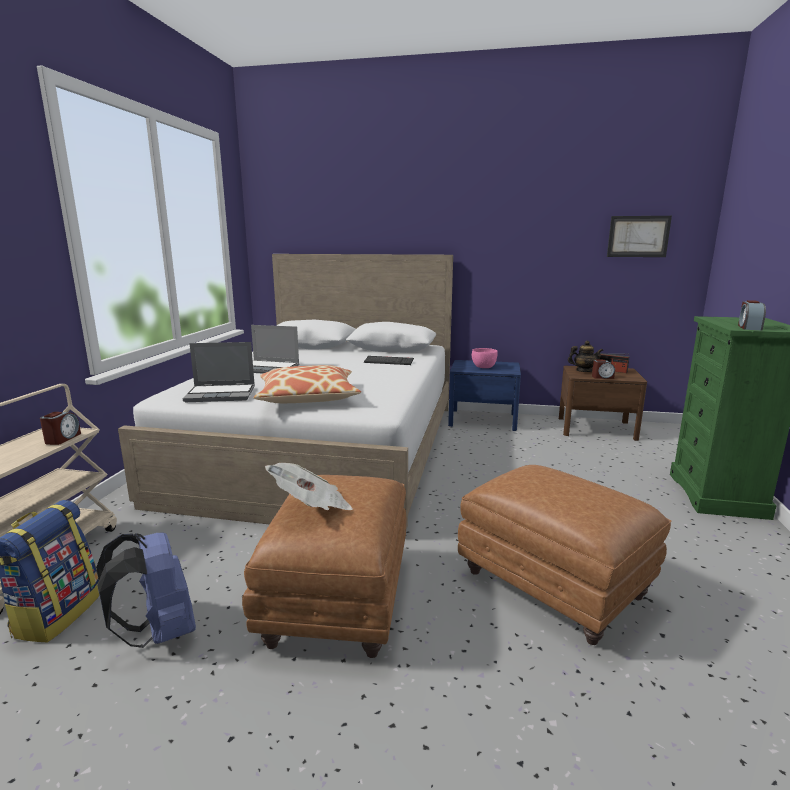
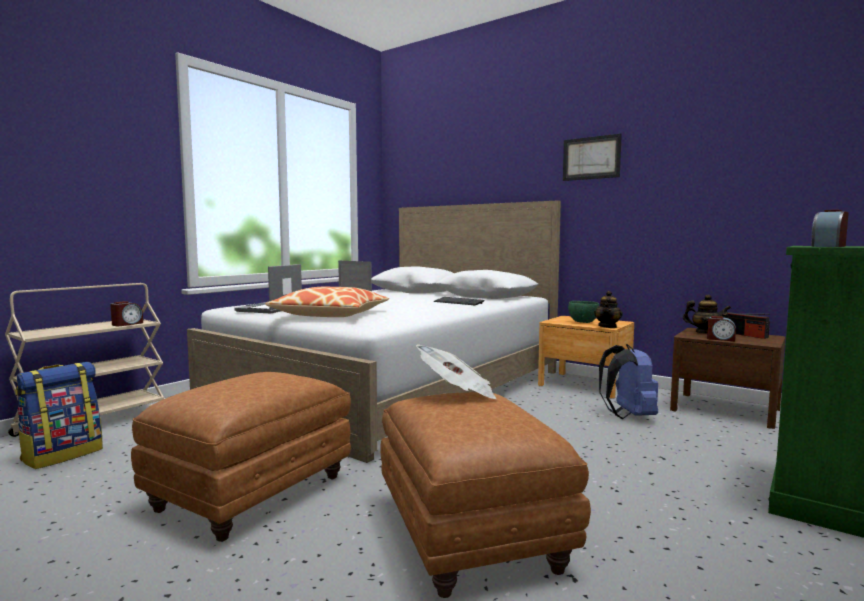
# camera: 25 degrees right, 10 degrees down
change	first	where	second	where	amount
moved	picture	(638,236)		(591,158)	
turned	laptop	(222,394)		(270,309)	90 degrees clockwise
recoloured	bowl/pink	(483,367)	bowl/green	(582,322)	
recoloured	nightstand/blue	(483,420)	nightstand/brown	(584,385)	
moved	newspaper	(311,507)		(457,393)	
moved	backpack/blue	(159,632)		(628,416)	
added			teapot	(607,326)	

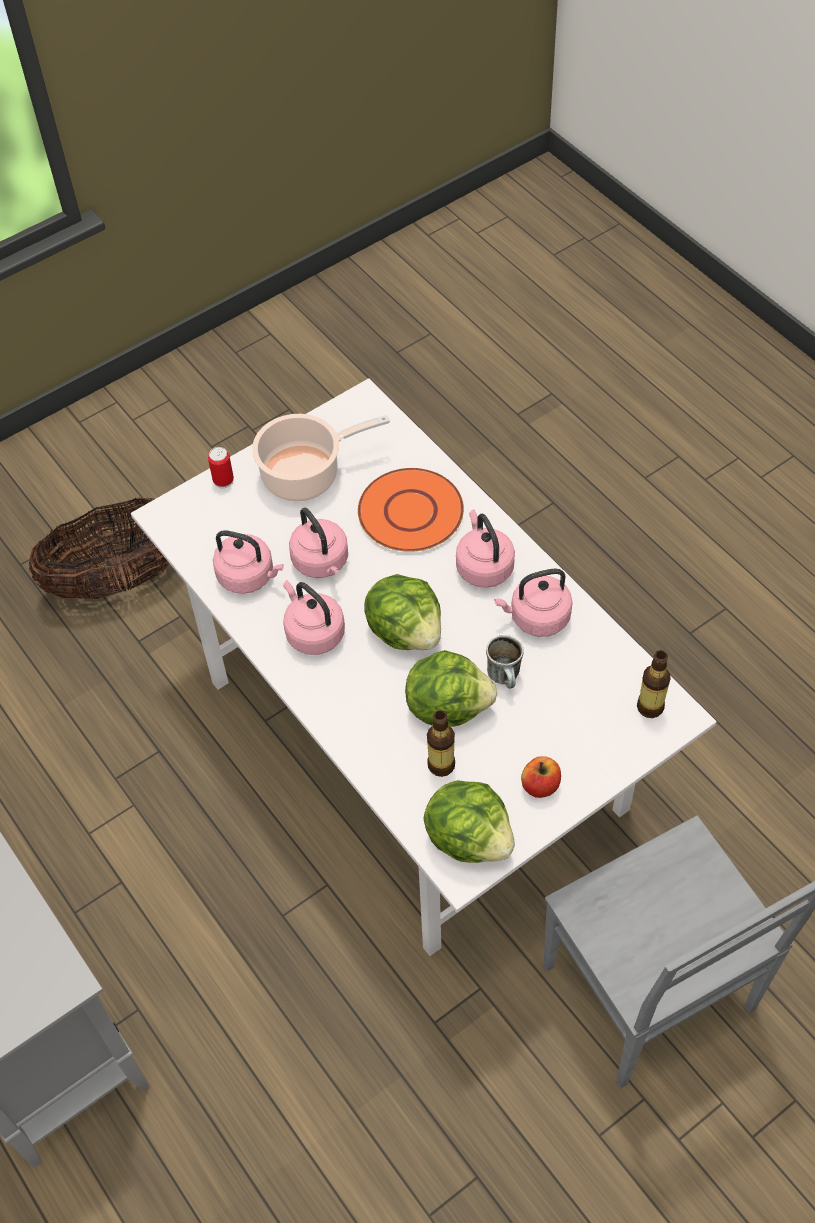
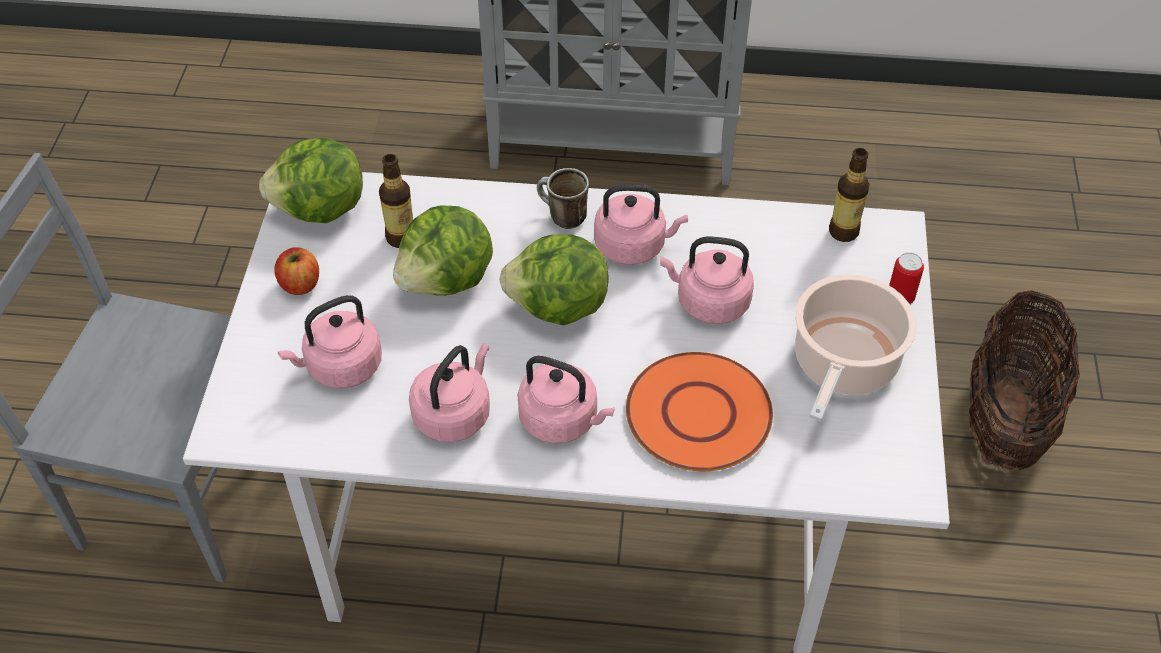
# camera: 130 degrees right, 5 degrees down
change	first	where	second	where	amount
moved	kettle/pink	(249,576)		(340,367)	
moved	mug	(506,678)		(561,217)	
moved	bottle	(650,707)		(843,231)	

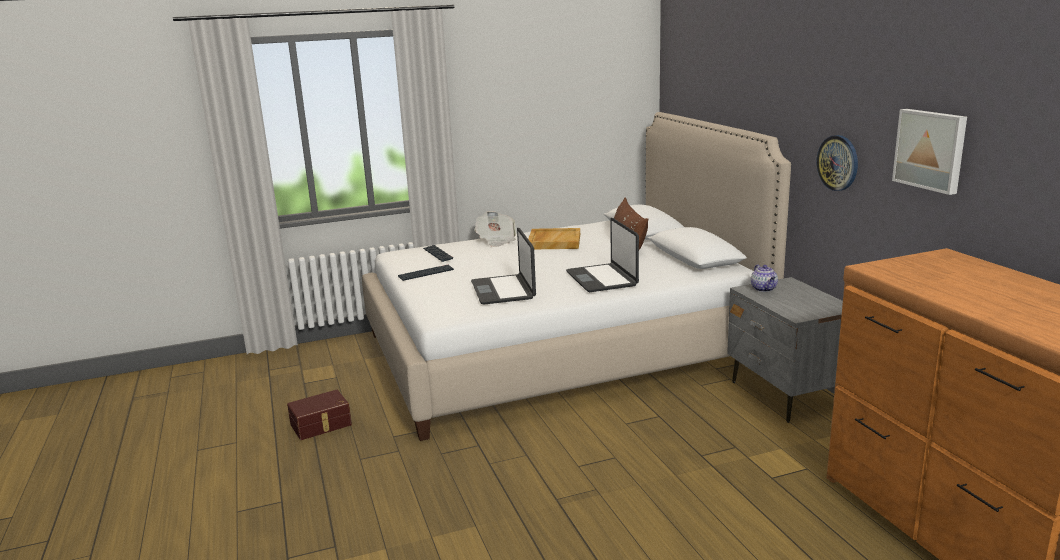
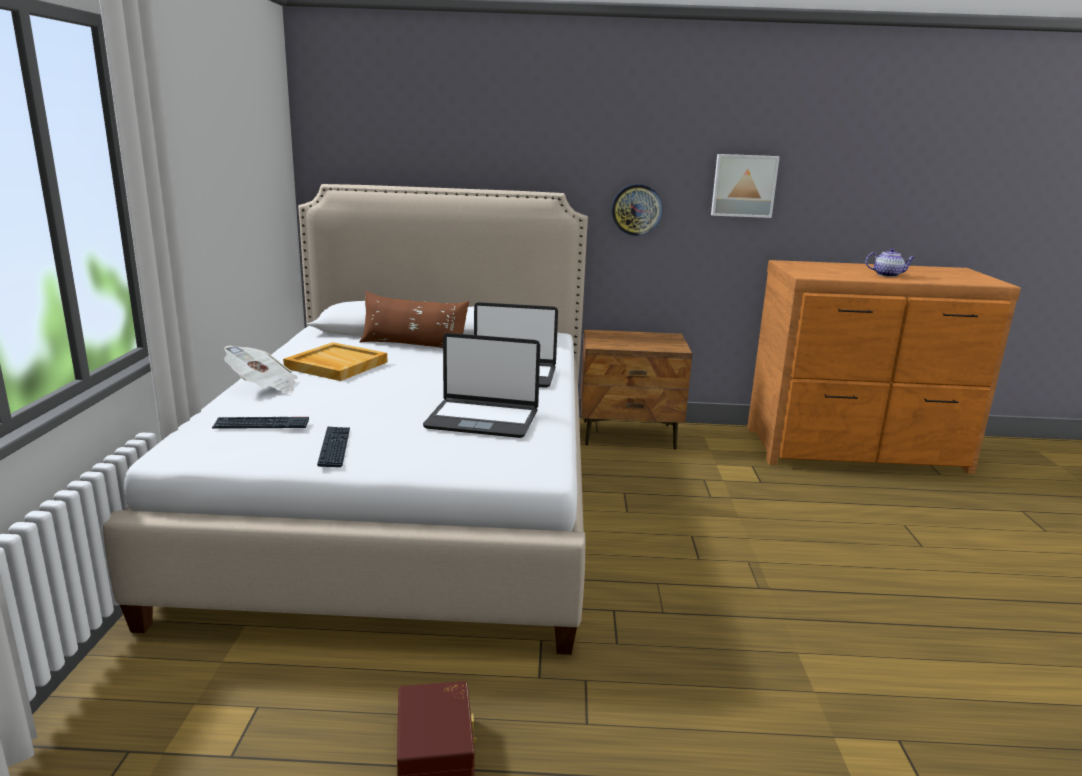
# camera: 70 degrees left, 0 degrees up
change	first	where	second	where	amount
moved	teapot	(764,289)		(887,275)	
recoloured	nightstand/grey	(786,395)	nightstand/brown	(629,435)	

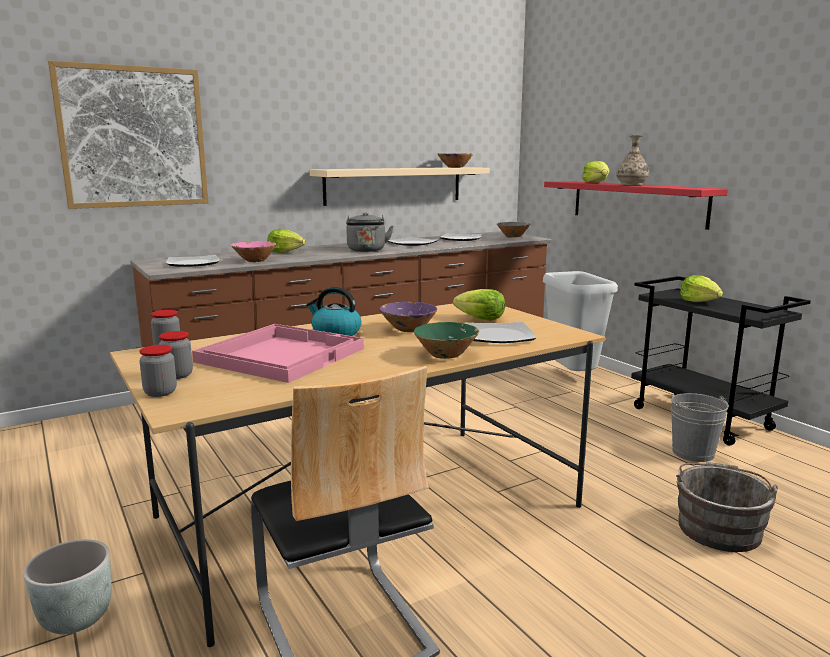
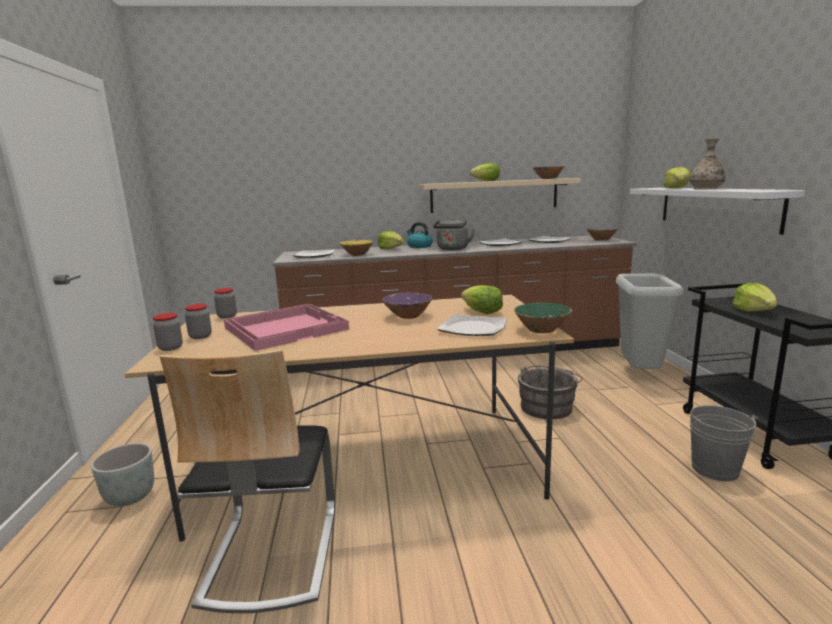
# camera: 25 degrees right, 0 degrees up
change	first	where	second	where	amount
removed	picture	(133,137)			
recoloured	shelf/red	(637,203)	shelf/white	(716,207)	
recoloured	bowl/pink	(255,260)	bowl/yellow	(357,255)	
moved	kettle	(335,333)		(419,246)	
moved	bowl/green	(445,355)		(542,330)	
moved	bucket/grey	(718,527)		(548,406)	
added			lettuce	(486,181)	

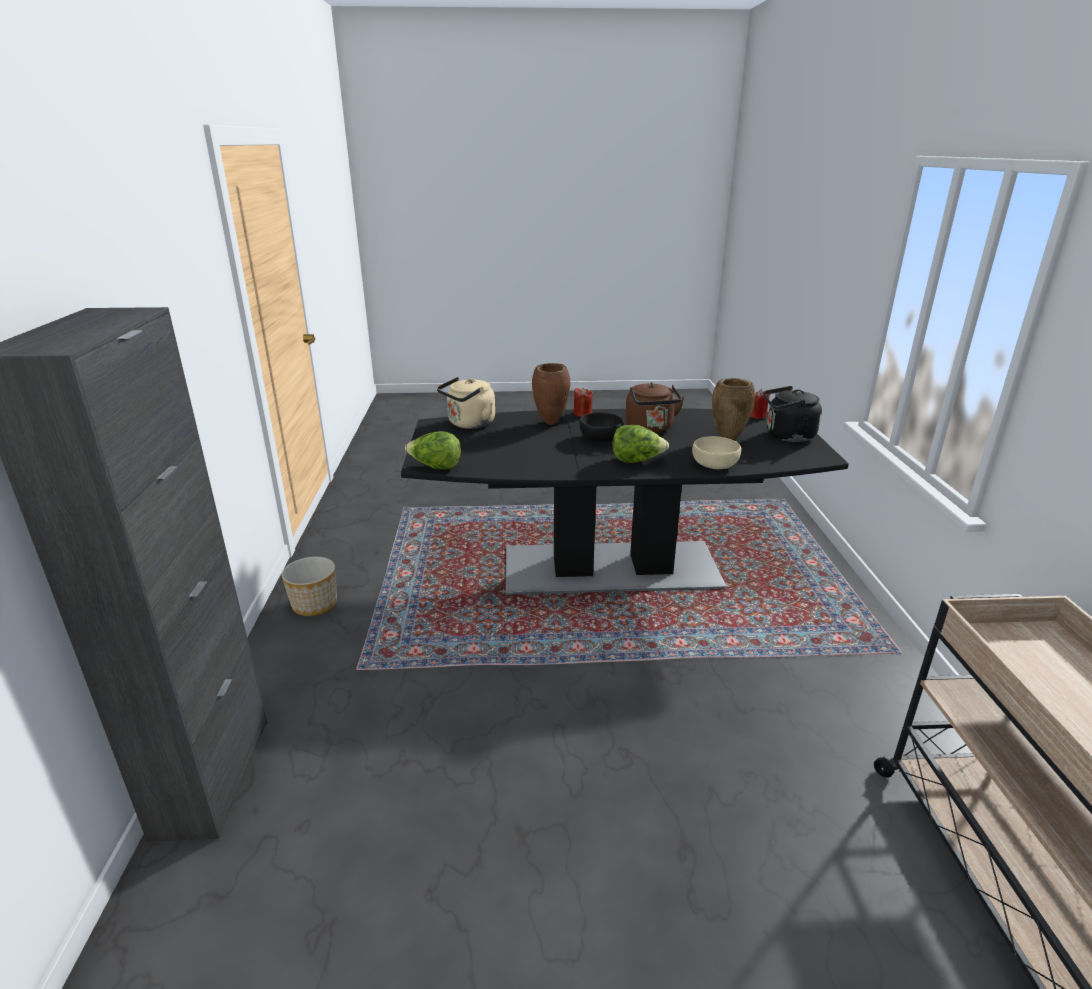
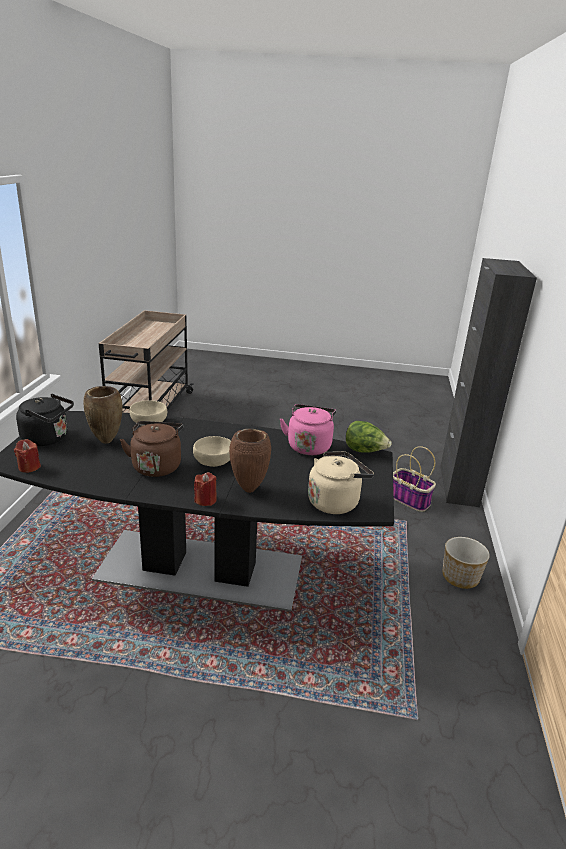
# camera: 170 degrees left, 0 degrees up
change	first	where	second	where	amount
recoloured	bowl/black	(600,438)	bowl/beige	(214,461)	
removed	lettuce	(637,461)			
added			kettle/pink	(309,446)	
added			basket	(410,500)	

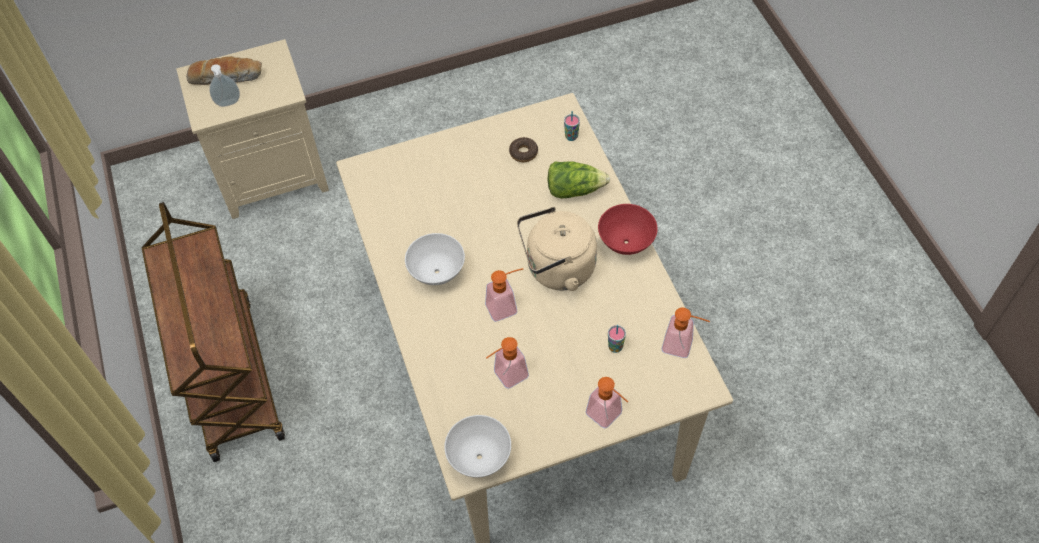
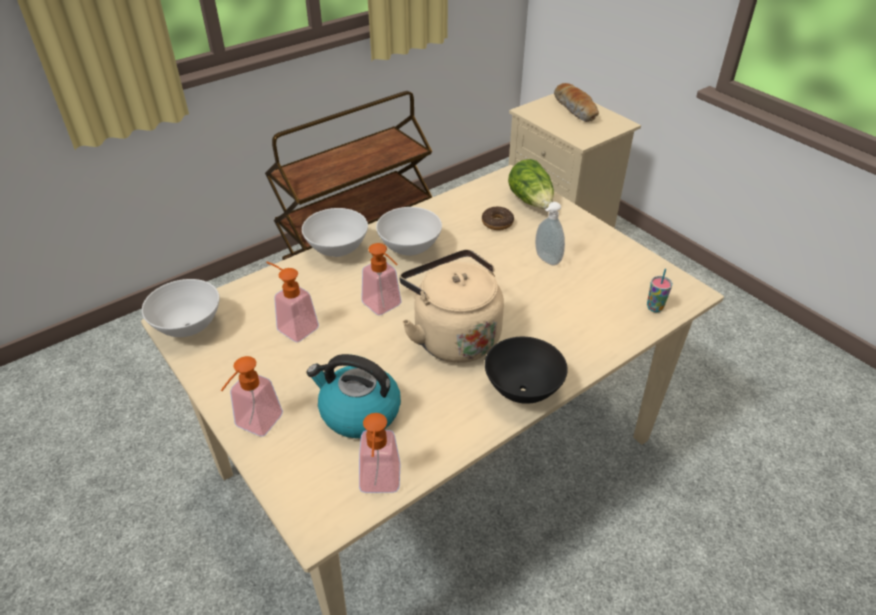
# camera: 70 degrees right, 15 degrees down
change	first	where	second	where	amount
moved	soap dispenser	(229,104)		(546,260)	
moved	donut	(523,153)		(497,223)	
moved	lettuce	(574,189)		(531,201)	
recoloured	bowl/red	(626,243)	bowl/black	(523,391)	
replaced	cup	(615,347)	kettle	(358,412)	
added			bowl/white	(338,250)	

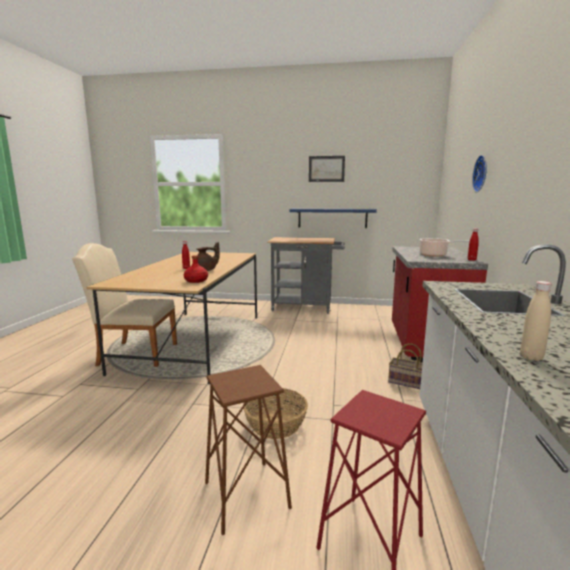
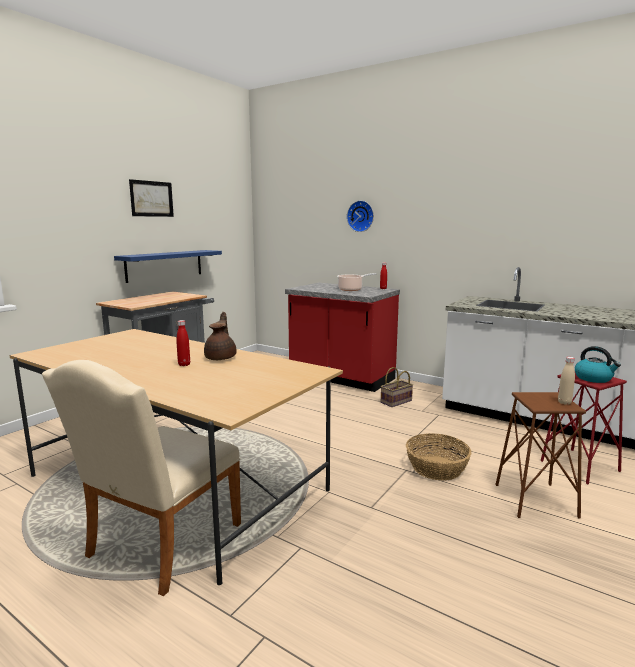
# camera: 65 degrees left, 0 degrees up
change	first	where	second	where	amount
removed	bottle/red	(196,281)			
moved	bottle/beige	(531,357)		(564,402)	
added			kettle	(594,378)	

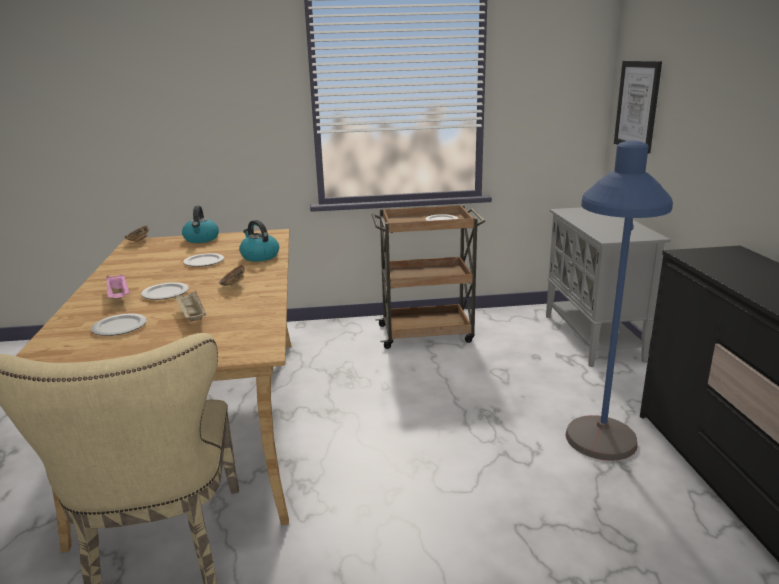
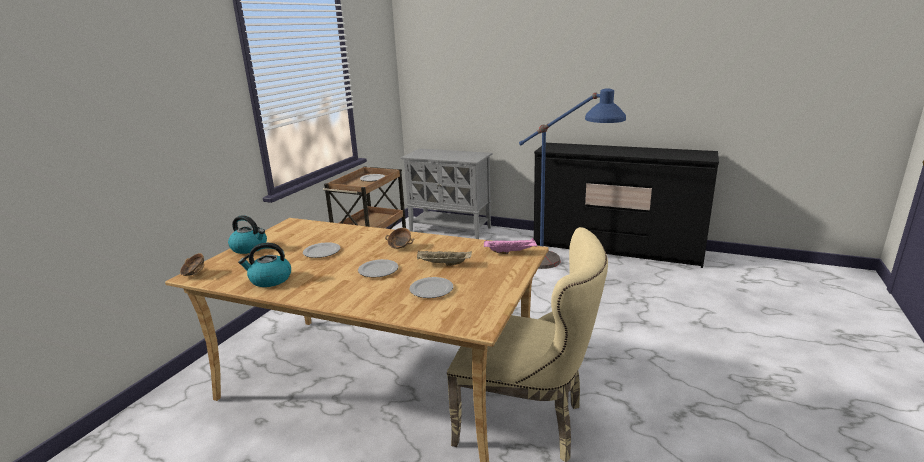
# camera: 60 degrees left, 0 degrees up
change	first	where	second	where	amount
removed	picture	(637,105)			
moved	kettle	(259,256)		(270,280)	
moved	tray/pink	(119,297)		(511,252)	

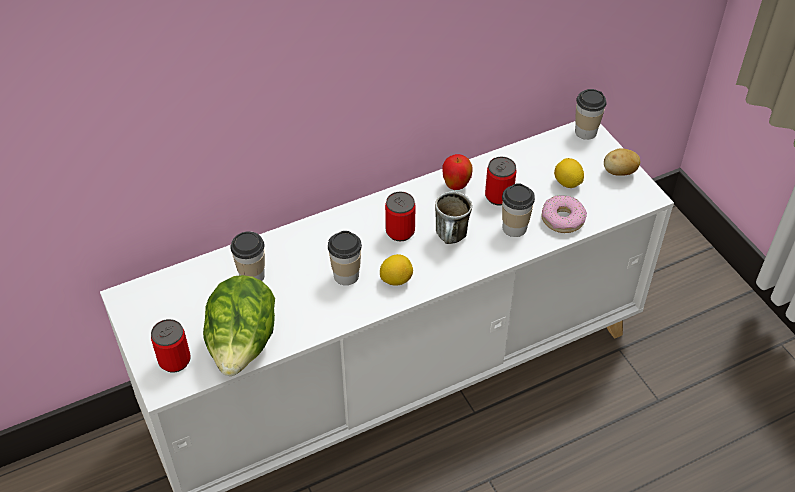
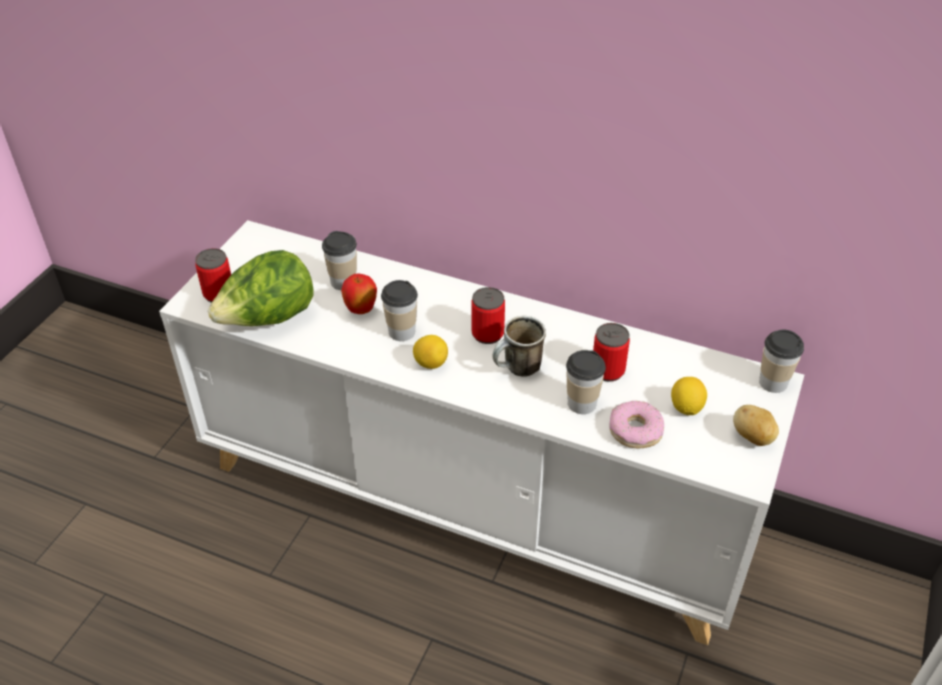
# camera: 50 degrees right, 5 degrees down
change	first	where	second	where	amount
moved	apple	(456,186)		(361,310)	

